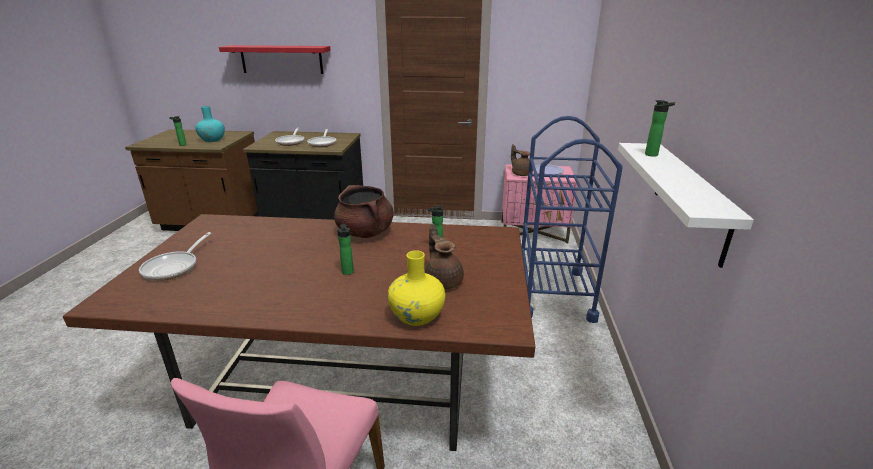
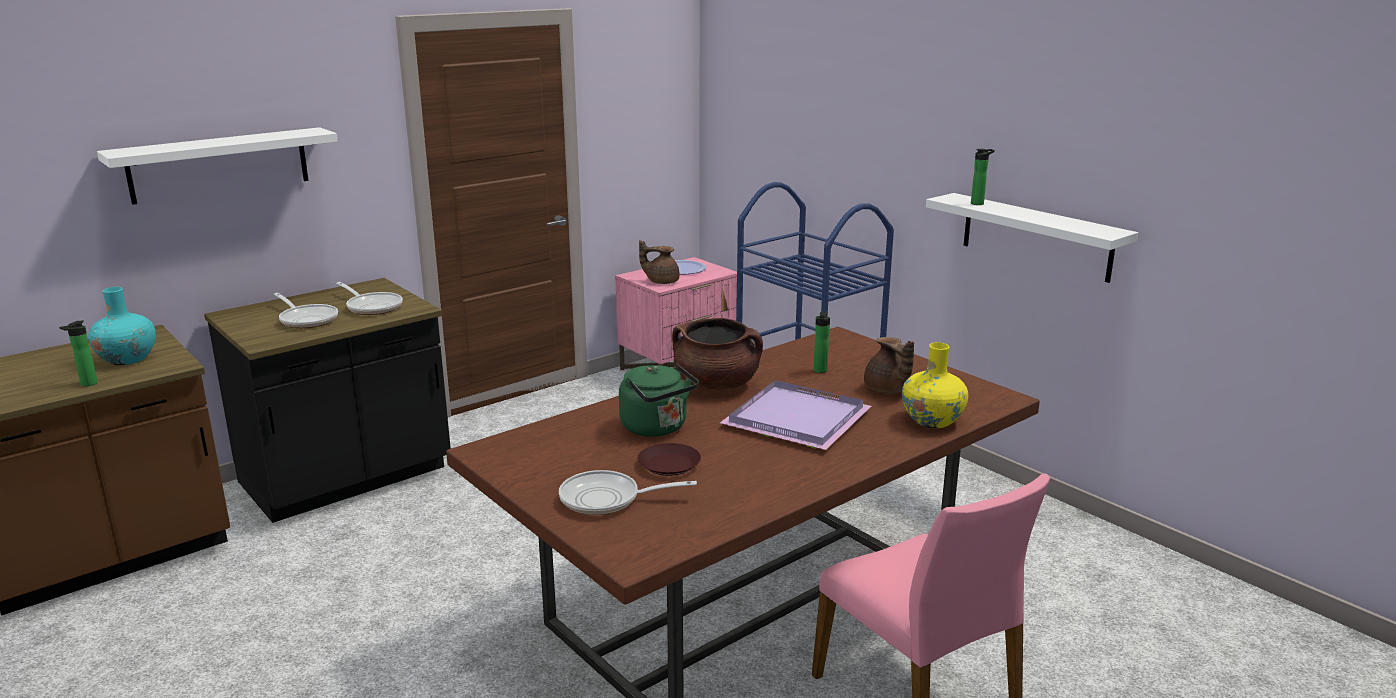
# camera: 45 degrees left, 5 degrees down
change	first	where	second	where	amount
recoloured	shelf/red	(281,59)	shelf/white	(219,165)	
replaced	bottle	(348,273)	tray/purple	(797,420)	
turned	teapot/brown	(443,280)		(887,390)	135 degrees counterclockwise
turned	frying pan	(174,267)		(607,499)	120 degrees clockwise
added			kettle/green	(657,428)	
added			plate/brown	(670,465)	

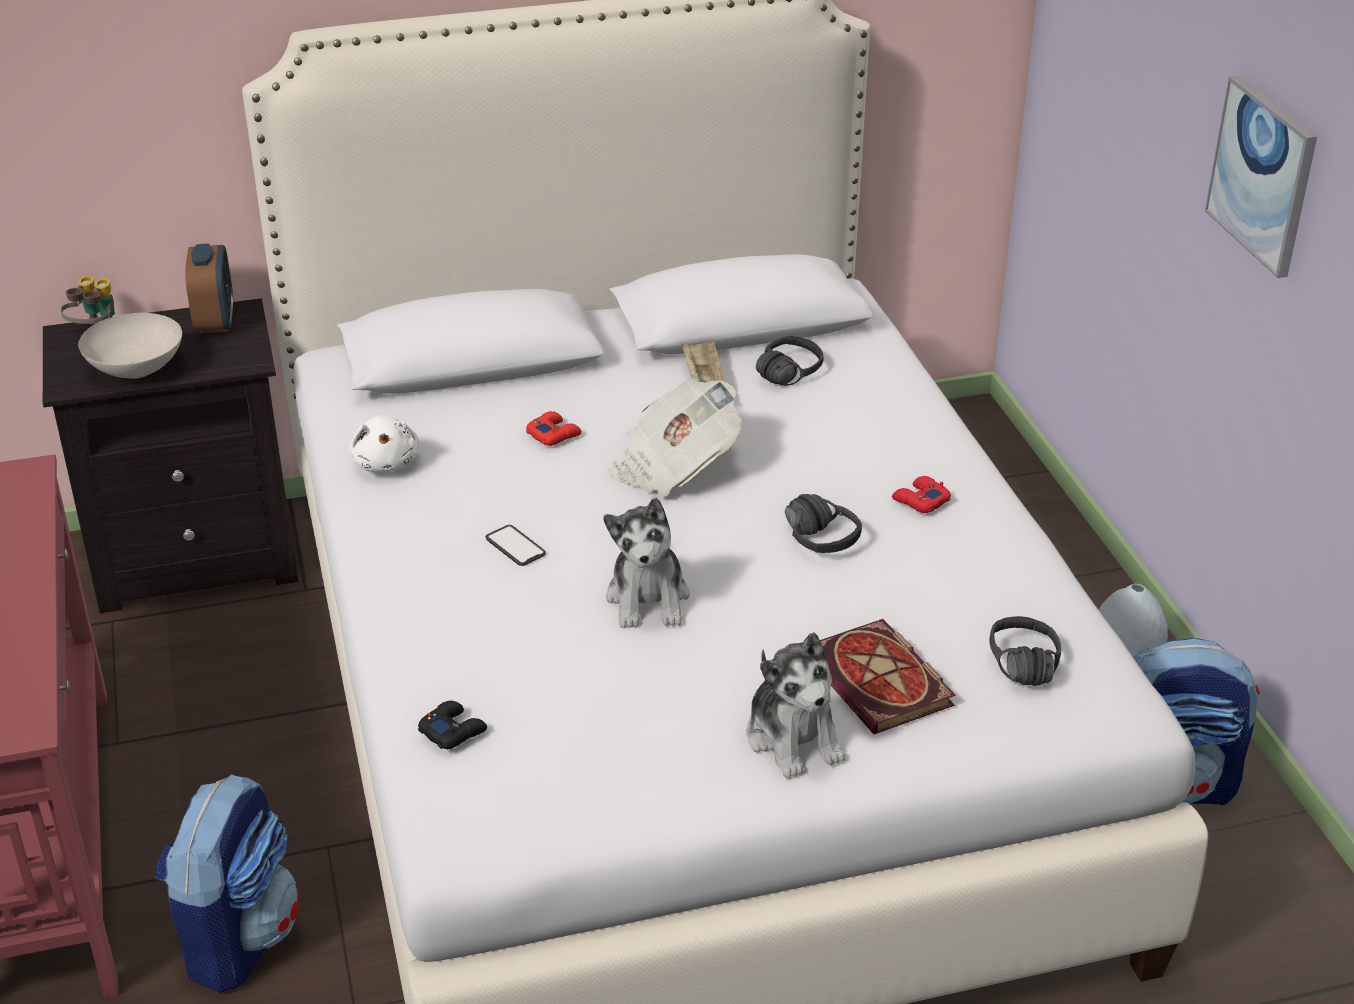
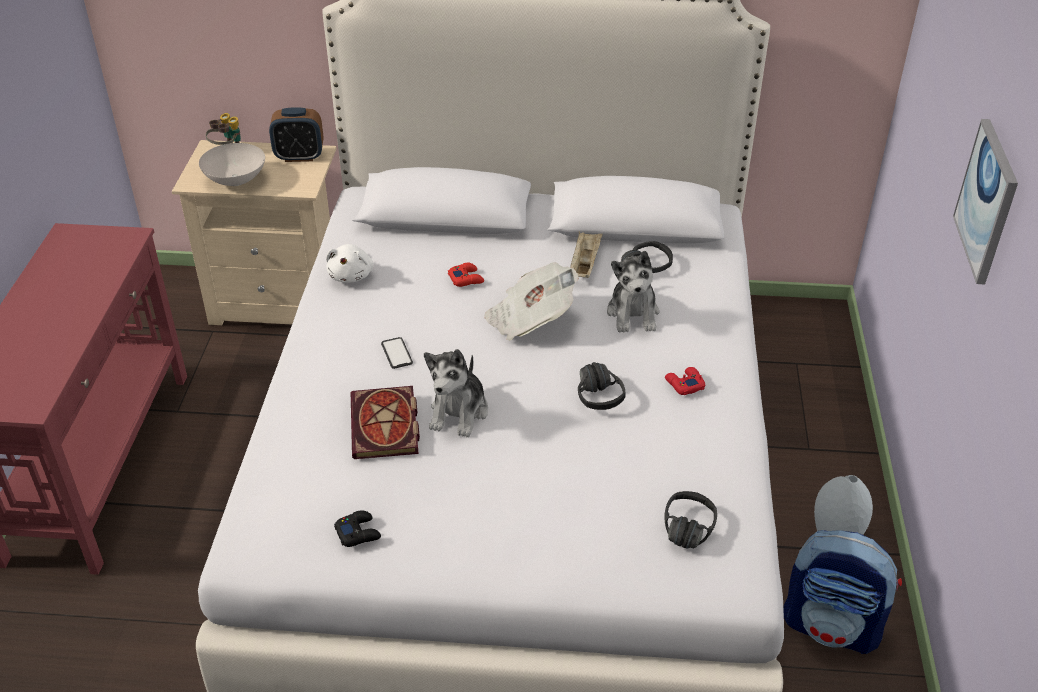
# camera: 20 degrees right, 5 degrees up
change	first	where	second	where	amount
turned	alarm clock	(215,322)		(299,156)	75 degrees clockwise
recoloured	nightstand/black	(197,558)	nightstand/beige	(280,301)	
moved	book	(882,683)		(386,427)	
moved	plush toy	(793,738)		(633,313)	
moved	game controller/black	(452,731)		(358,532)	
removed	backpack	(238,937)			

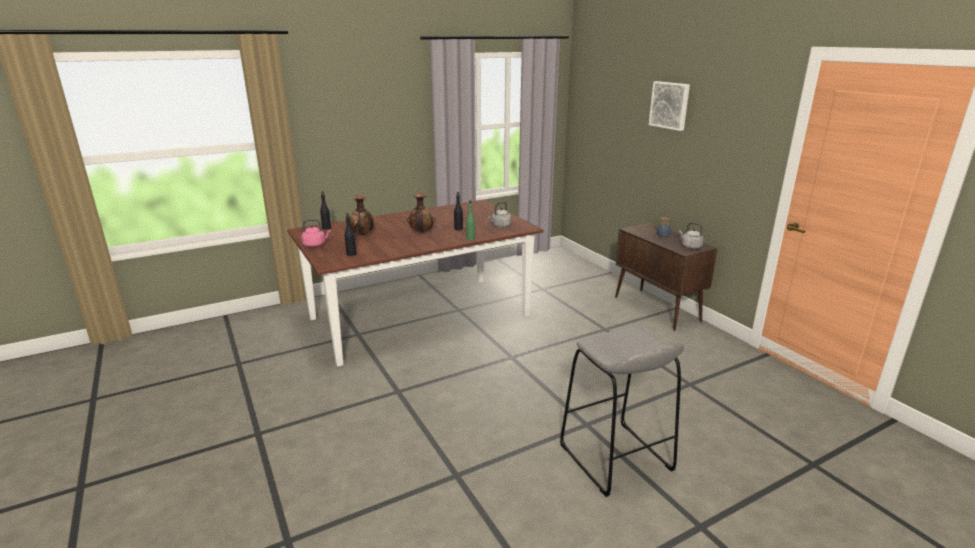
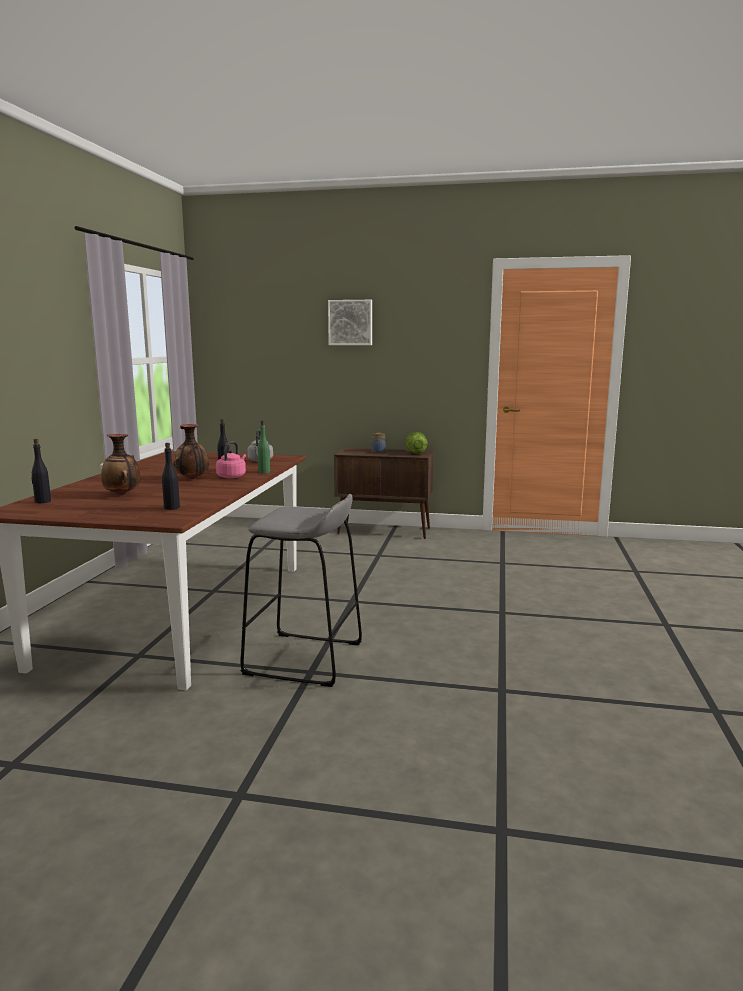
# camera: 50 degrees left, 10 degrees down
change	first	where	second	where	amount
moved	kettle/pink	(315,244)		(232,476)	
replaced	kettle/grey	(690,246)	lettuce	(415,453)	
moved	stool/grey	(615,458)		(304,659)	

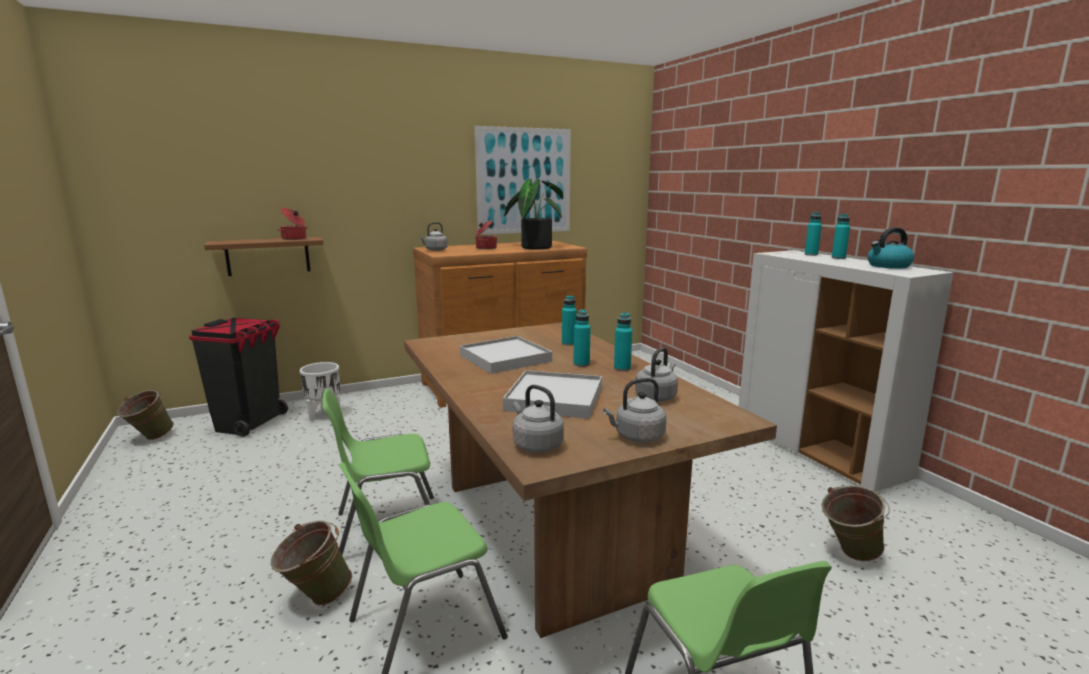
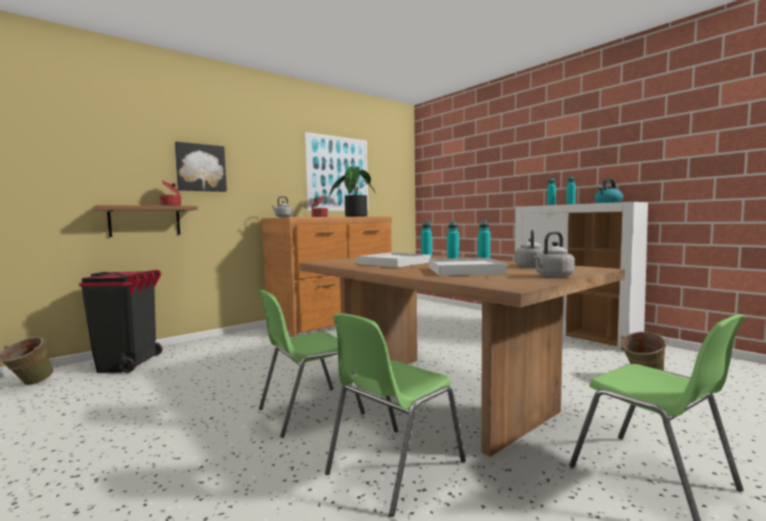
# camera: 15 degrees left, 10 degrees down
change	first	where	second	where	amount
removed	planter/white	(324,415)			
removed	kettle/grey	(536,445)			
removed	bucket/green	(315,598)			
added			picture	(200,168)	

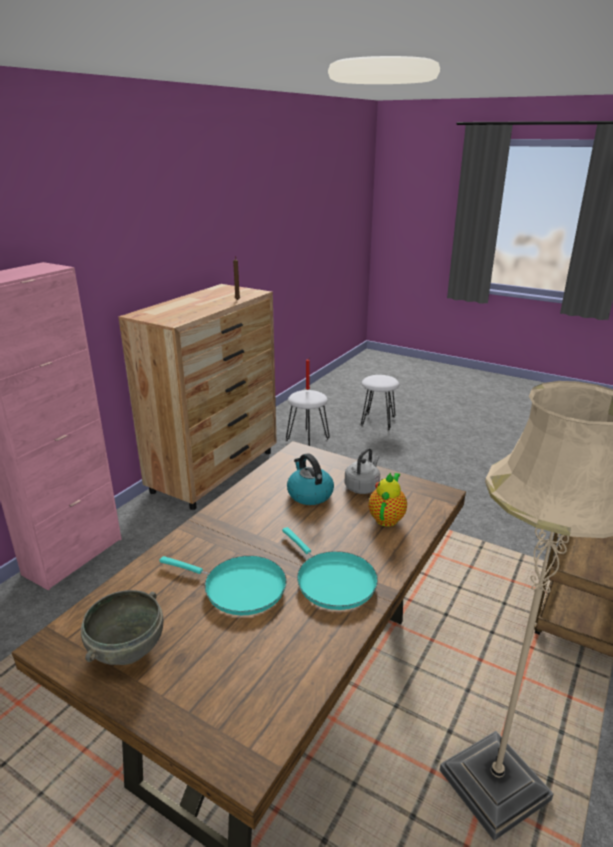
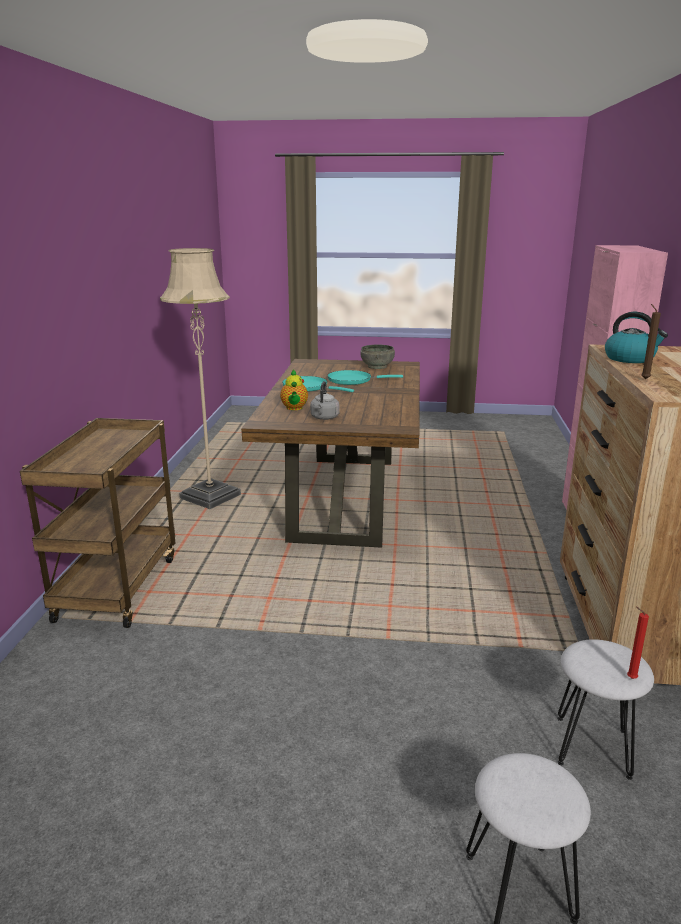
# camera: 155 degrees right, 5 degrees down
change	first	where	second	where	amount
moved	kettle	(309,494)		(630,359)	

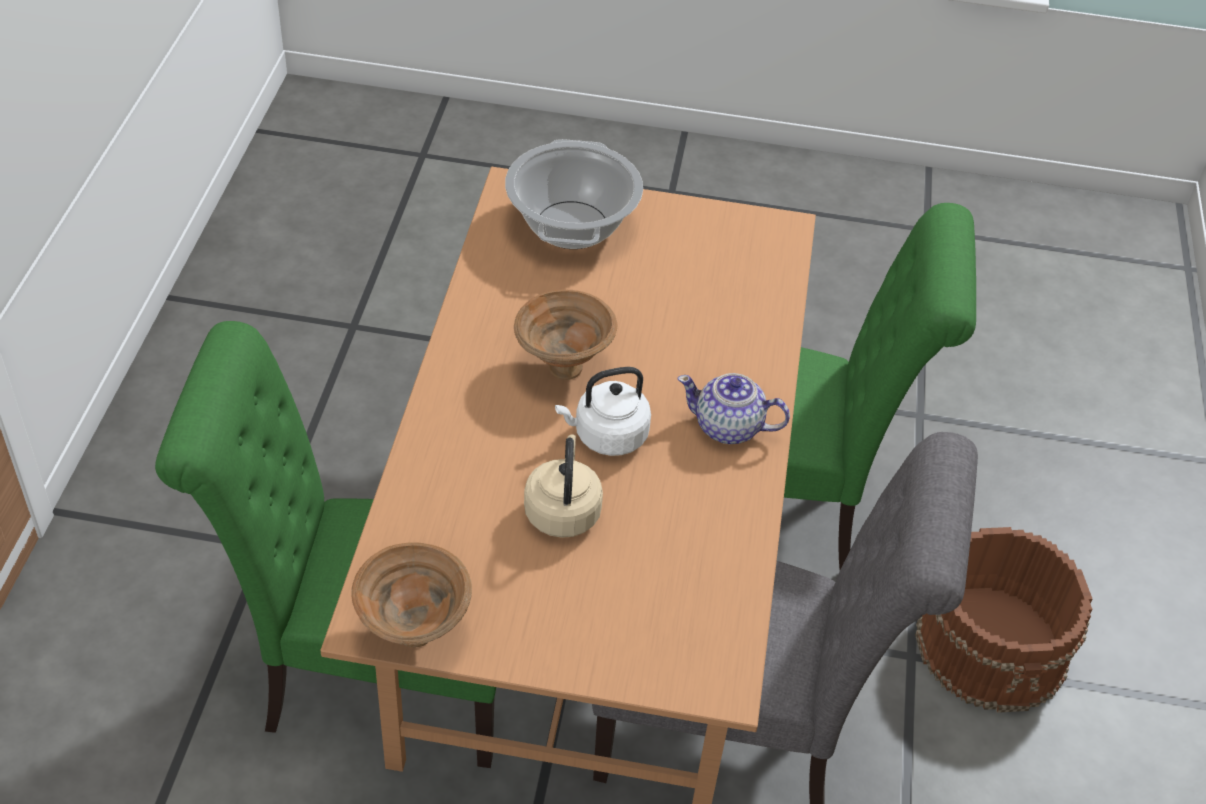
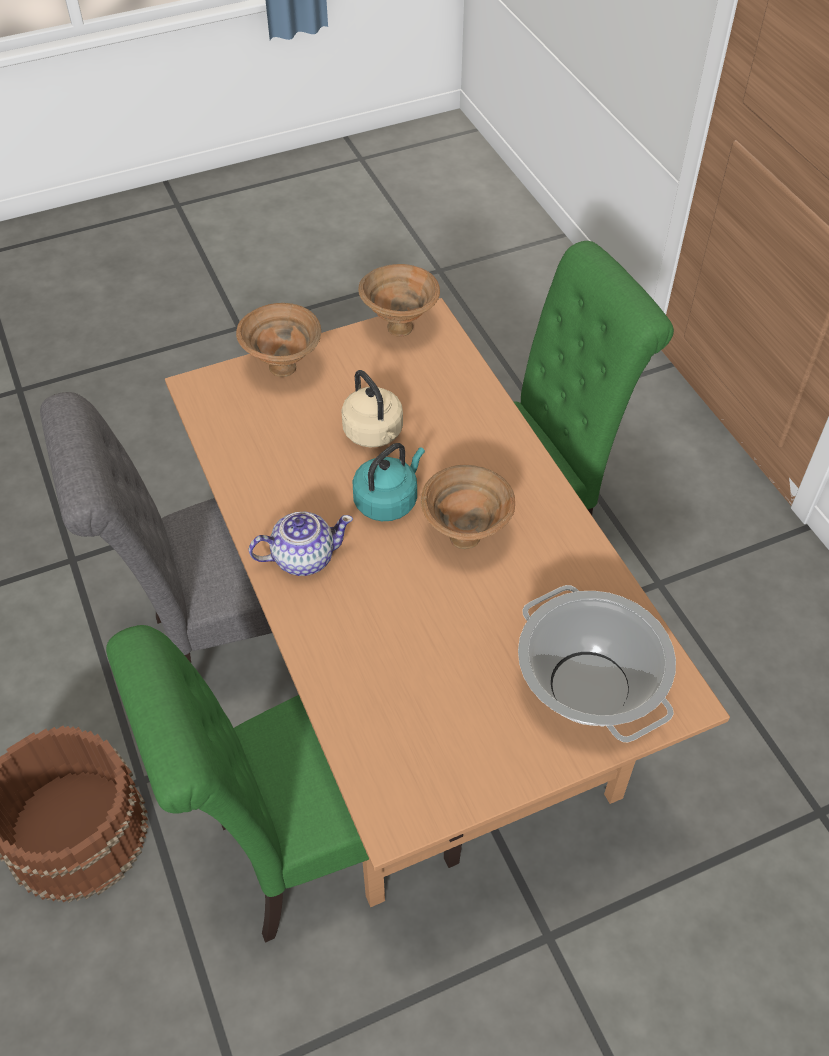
# camera: 150 degrees right, 5 degrees up
change	first	where	second	where	amount
recoloured	kettle/white	(606,436)	kettle/turquoise	(388,500)	
added			bowl/brown	(284,369)	

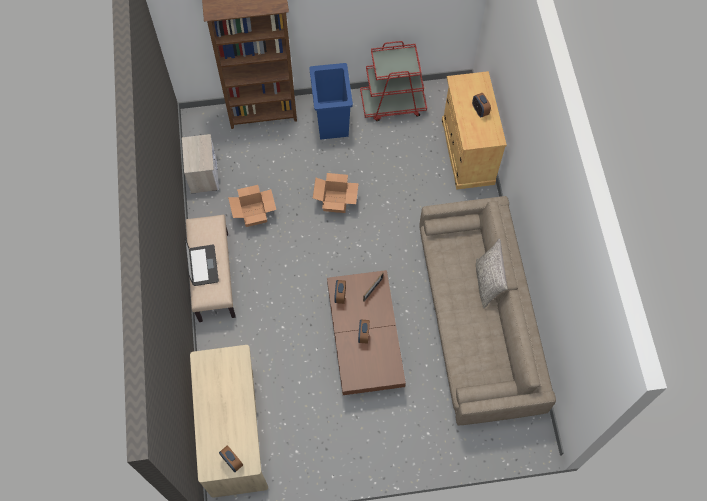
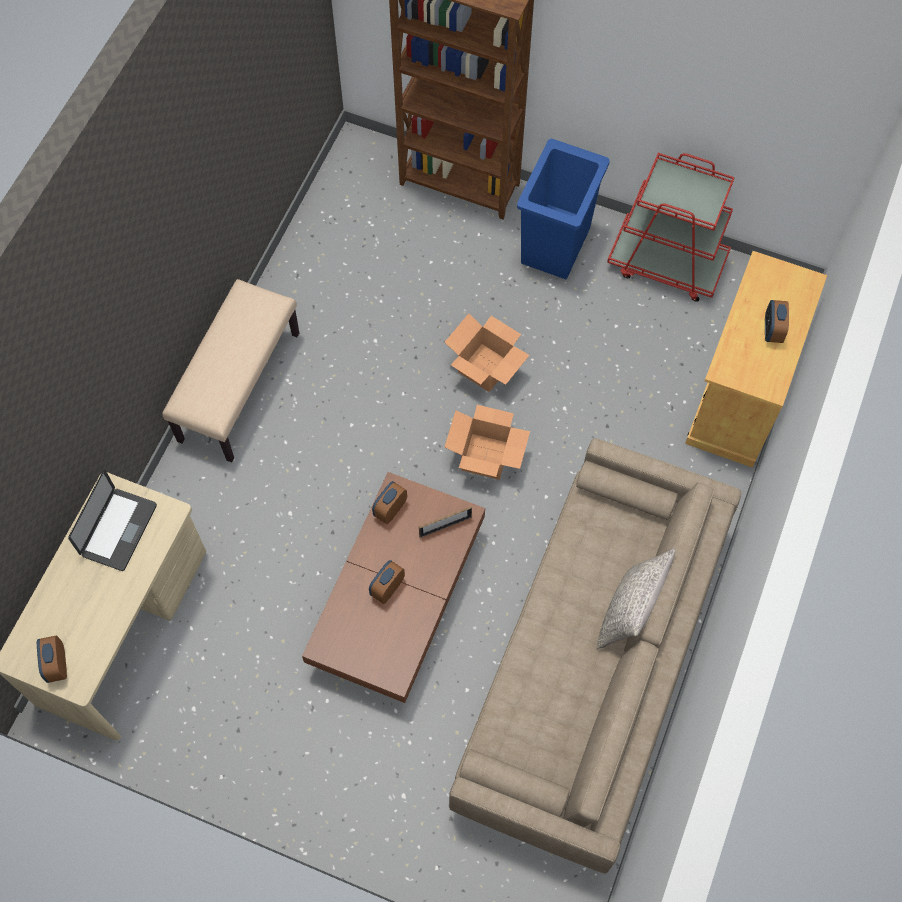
# camera: 30 degrees right, 0 degrees up
change	first	where	second	where	amount
removed	nightstand	(204,174)			
moved	cardboard box	(253,214)		(485,456)	
moved	laptop	(203,265)		(119,530)	

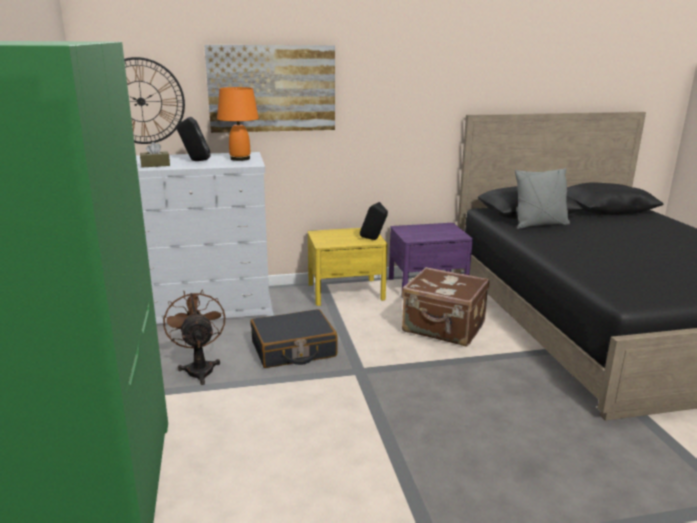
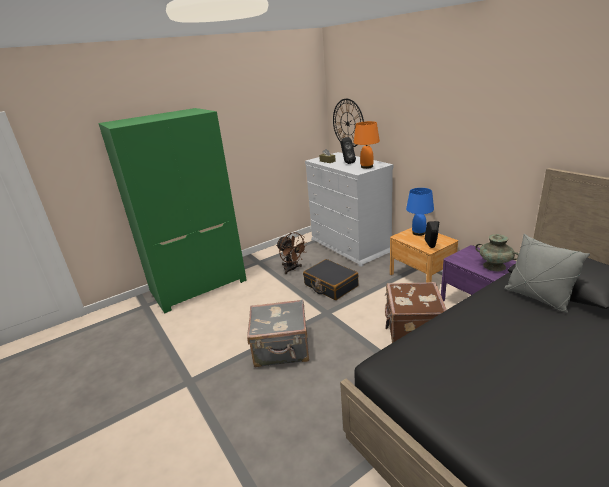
# camera: 70 degrees right, 5 degrees up
change	first	where	second	where	amount
removed	picture	(272,88)			
recoloured	nightstand/yellow	(346,291)	nightstand/brown	(421,276)	
turned	fan/brown	(199,368)		(292,269)	90 degrees clockwise
added			table lamp/blue	(418,233)	
added			vase/turquoise	(494,266)	
added			suitcase/grey	(282,349)	

